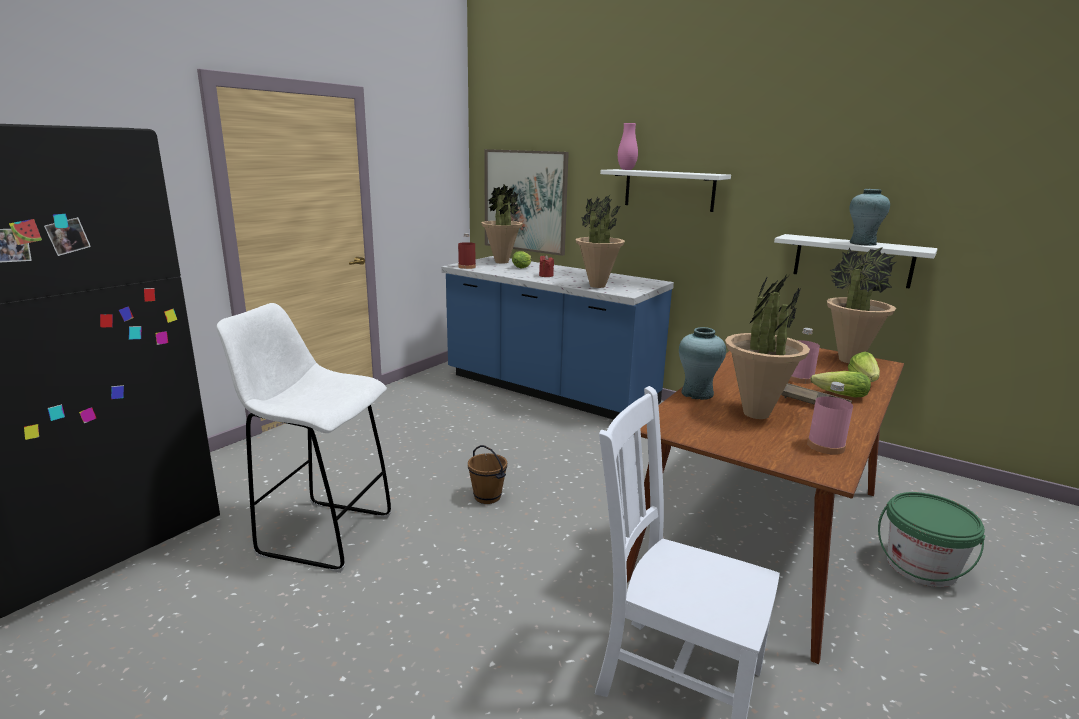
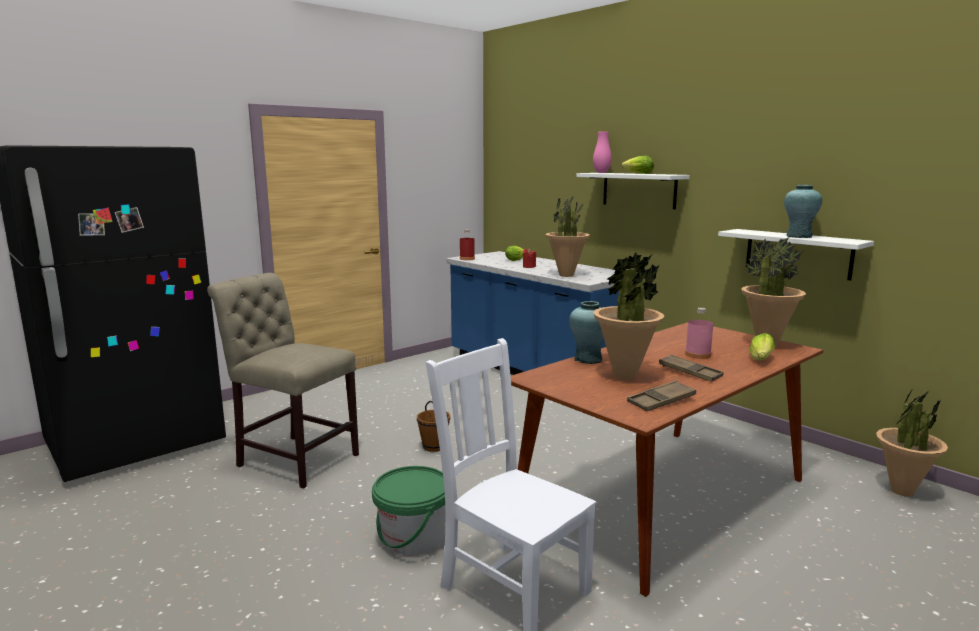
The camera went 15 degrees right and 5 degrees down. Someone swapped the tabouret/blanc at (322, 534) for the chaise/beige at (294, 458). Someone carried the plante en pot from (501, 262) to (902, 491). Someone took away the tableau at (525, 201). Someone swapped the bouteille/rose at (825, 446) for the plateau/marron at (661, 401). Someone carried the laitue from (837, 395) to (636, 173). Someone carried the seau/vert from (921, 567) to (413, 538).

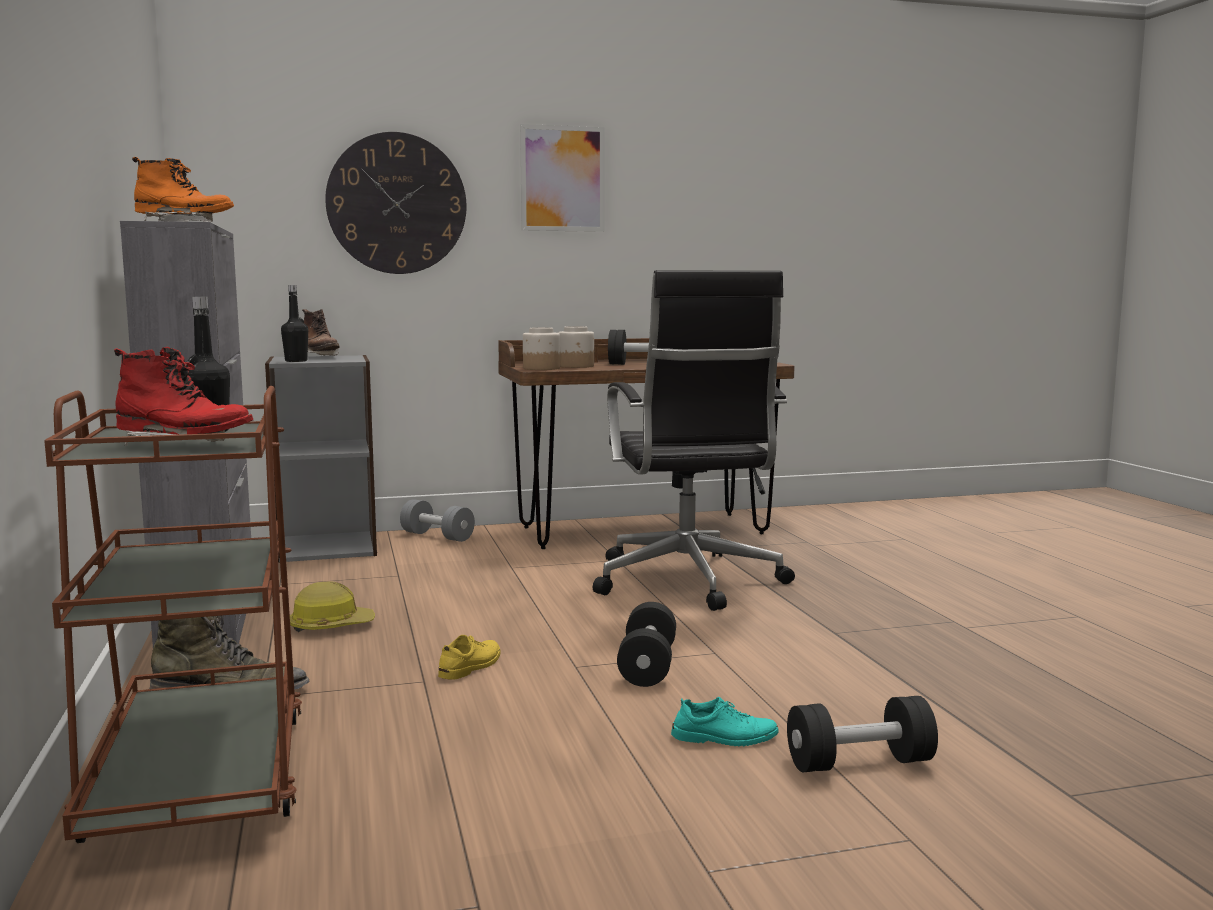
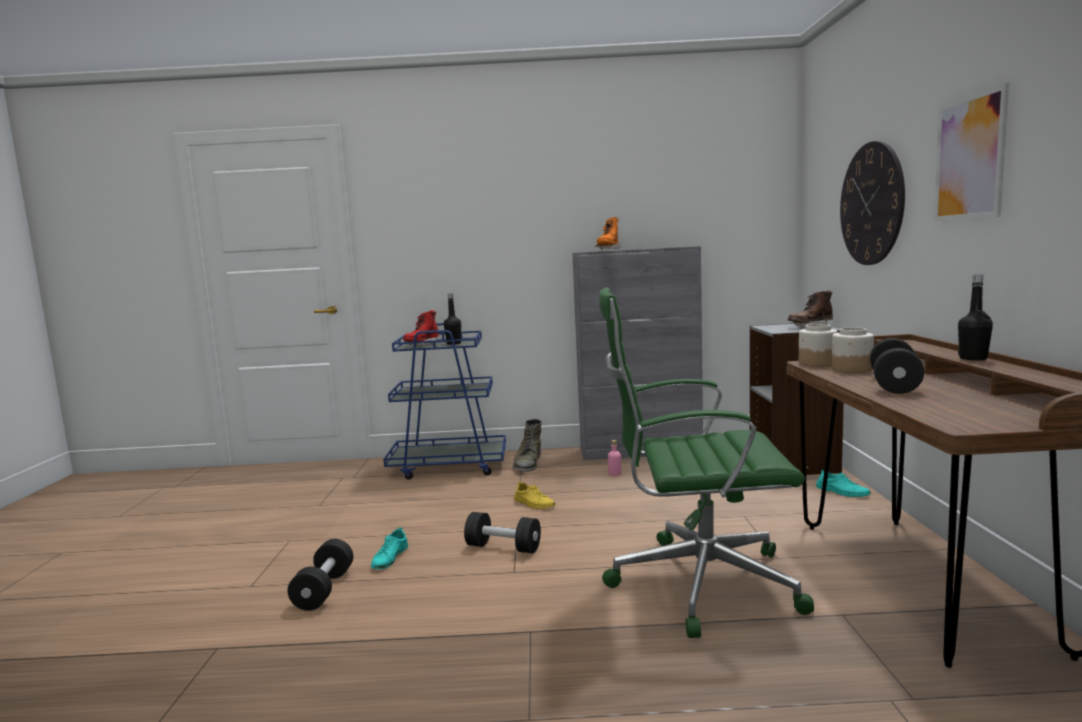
The camera went 105 degrees right and 0 degrees up. Someone repainted the chariot/marron at (199, 779), which became the chariot/bleu at (449, 466). Someone carried the bouteille/noir from (296, 361) to (973, 358). Someone swapped the casque de chantier at (330, 626) for the bouteille/rose at (614, 473). Someone swapped the haltère/gris at (437, 536) for the chaussure/turquoise at (842, 492). Someone repainted the chaise de bureau/noir at (688, 582), which became the chaise de bureau/vert at (697, 583).

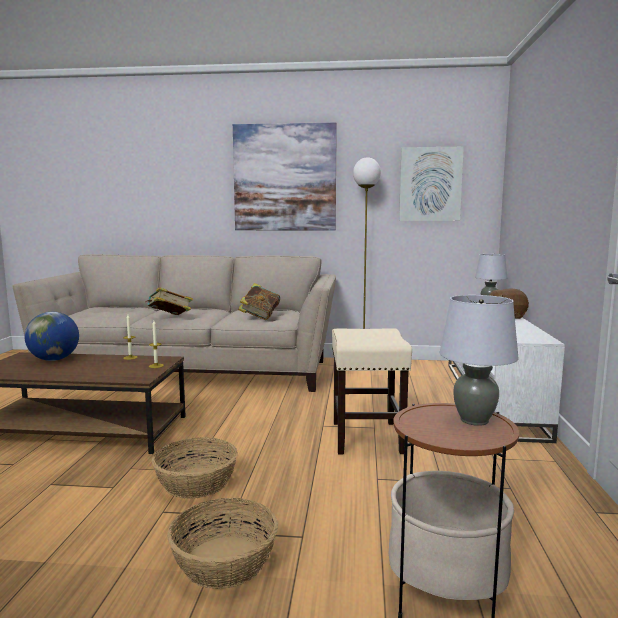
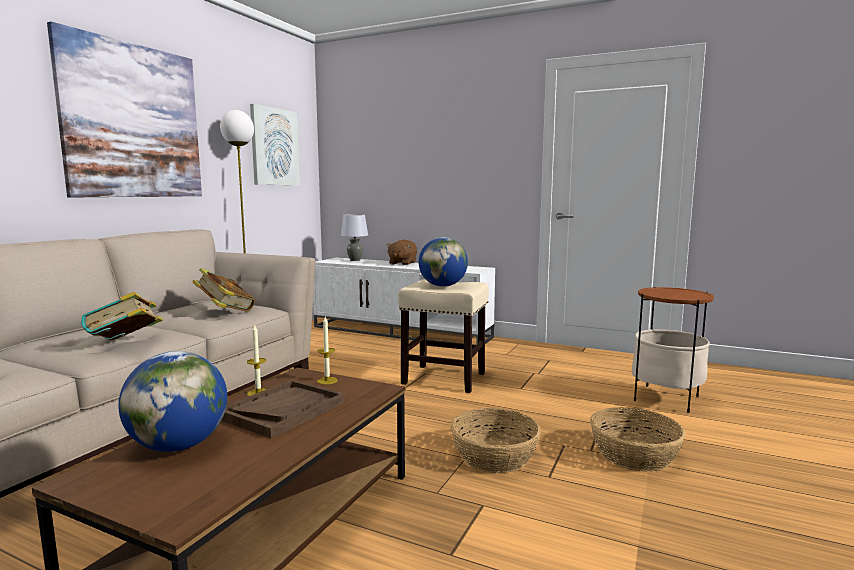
The camera went 70 degrees left and 0 degrees up. Someone took away the lampe de table/gris at (474, 420). Someone put down the plateau/marron at (283, 410). Someone put down the globe at (442, 286).

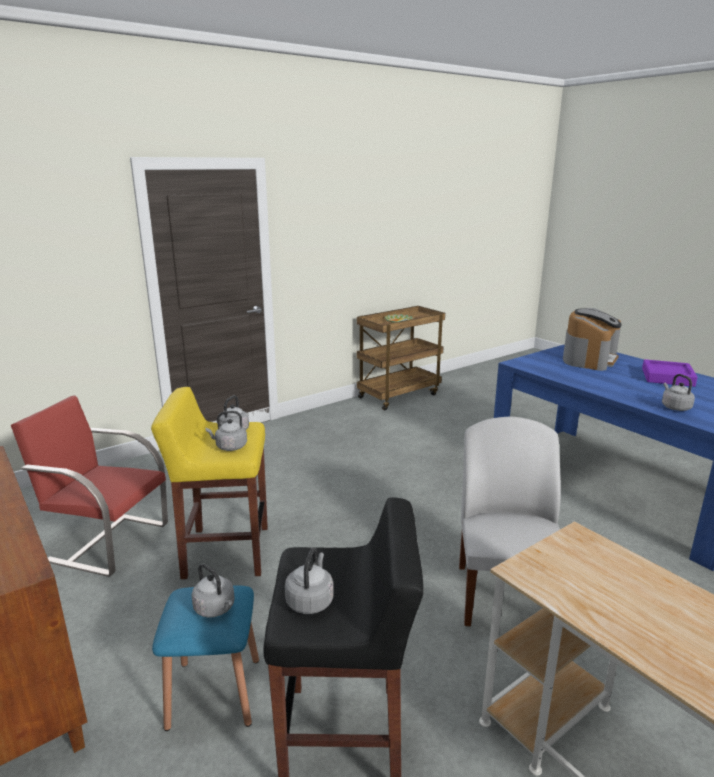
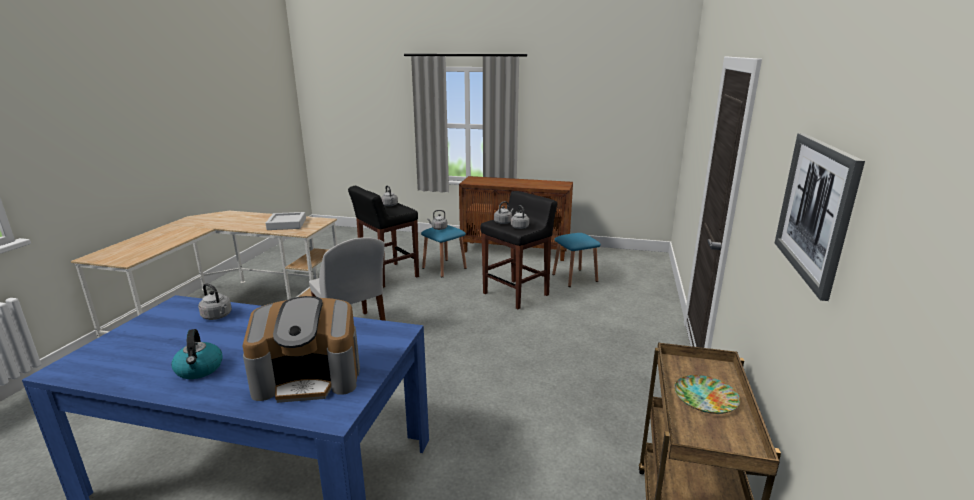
The camera went 140 degrees right and 0 degrees up. Someone swapped the chaise/rouge at (108, 541) for the tabouret/bleu at (574, 278). Someone repainted the tabouret/jaune at (225, 552), which became the tabouret/noir at (516, 294). Someone rotated the machine à café at (589, 359) by 90 degrees counterclockwise. Someone swapped the plateau/violet at (667, 377) for the bouilloire at (199, 369). Someone put down the plateau/gris at (286, 224). Someone put up the tableau at (815, 209).

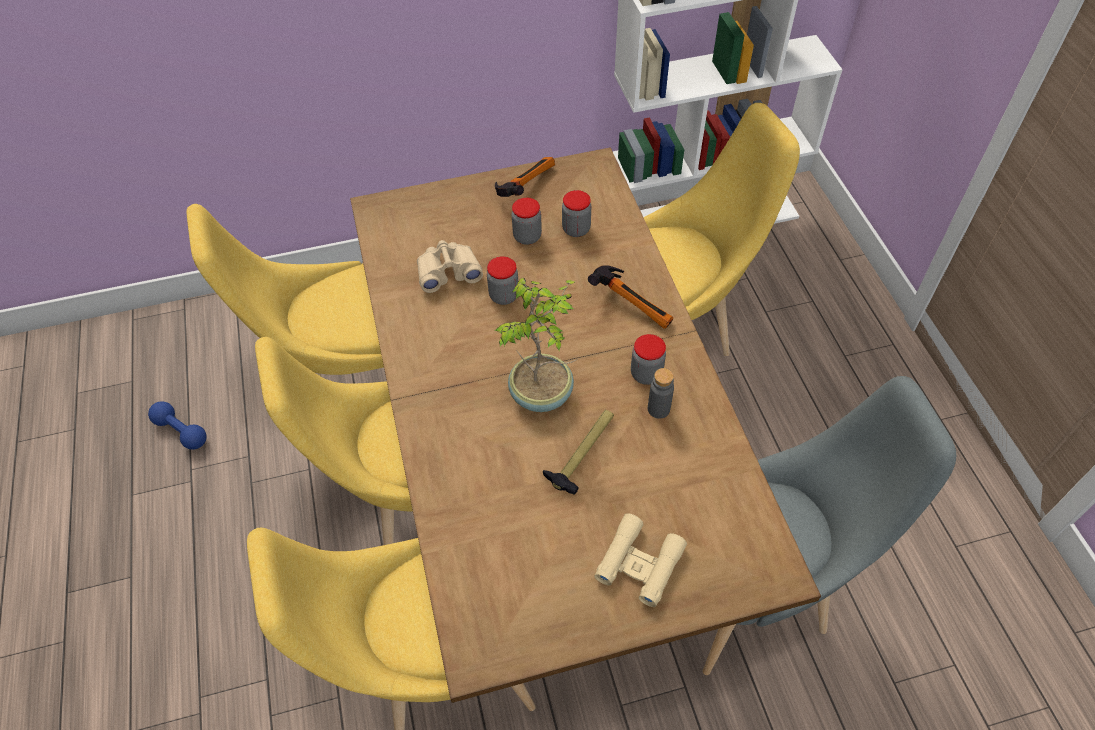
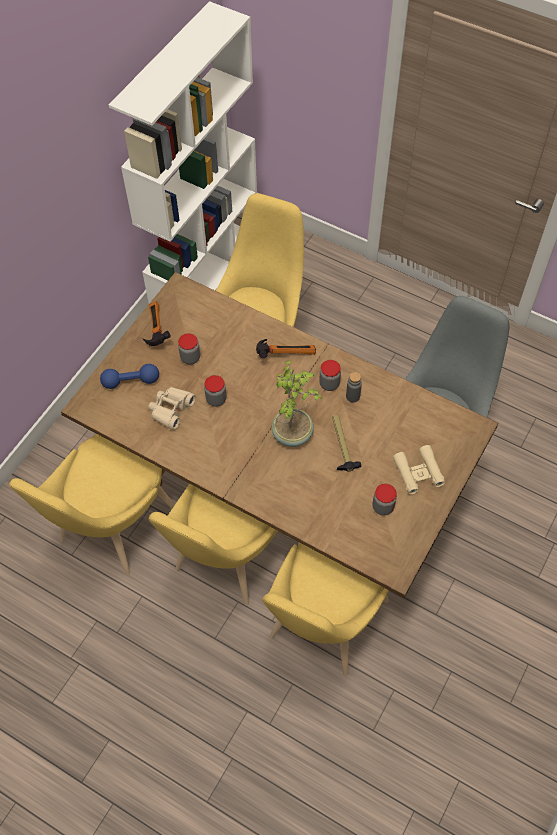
The camera went 45 degrees left and 5 degrees up. Someone carried the haltère/bleu from (181, 431) to (131, 381). Someone carried the bocal from (576, 229) to (383, 507).

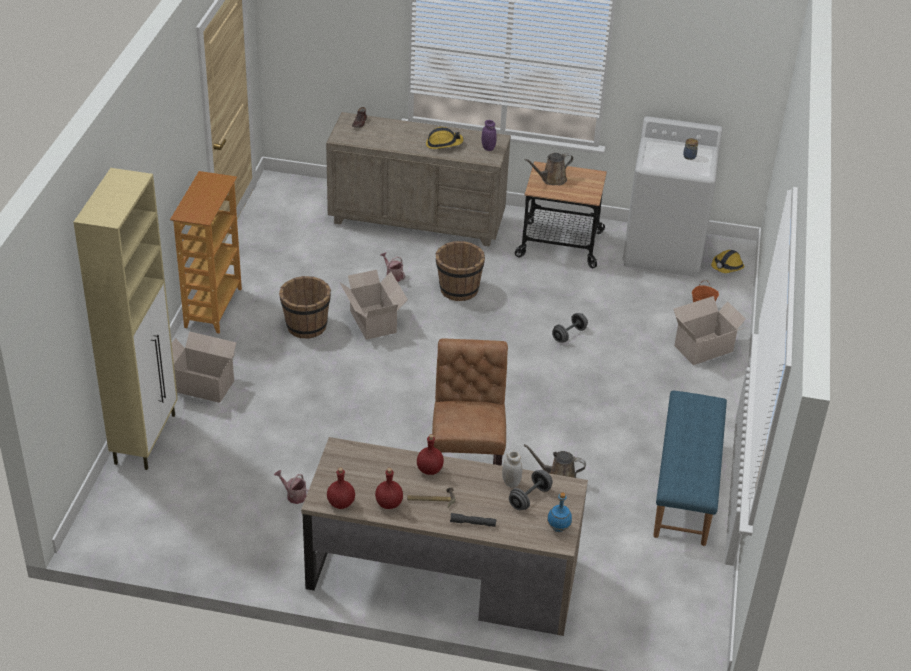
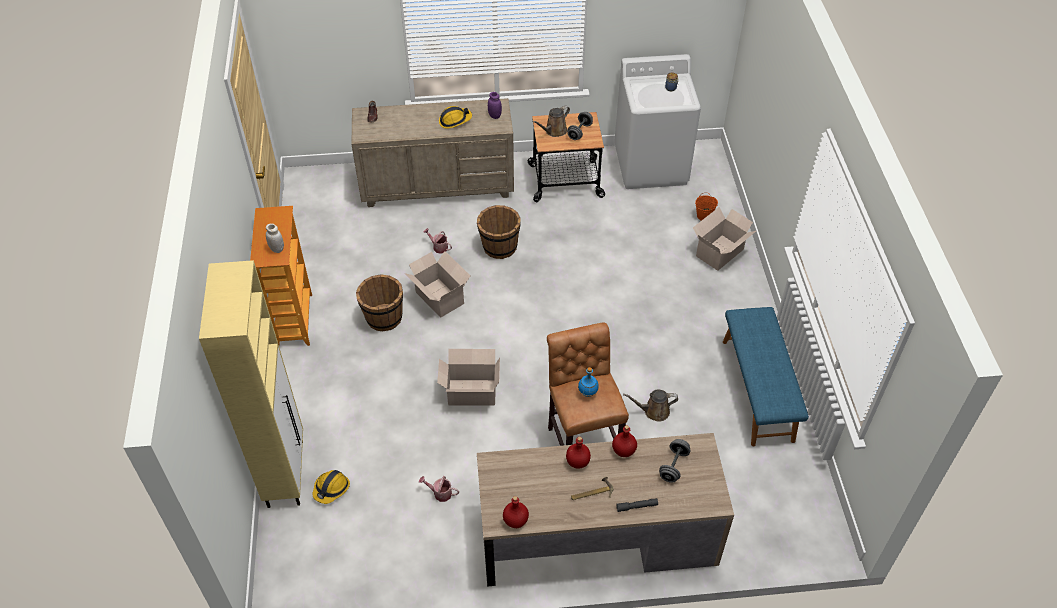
The camera went 15 degrees left and 10 degrees up. Someone carried the carton from (202, 385) to (470, 392). Someone carried the bouteille/rouge from (389, 503) to (623, 450). Someone carried the bocal/blanc from (511, 482) to (277, 249). Someone carried the bouteille/bleu from (558, 528) to (588, 393). Someone carried the haltère/gris from (569, 334) to (579, 132). Someone carried the casque de chantier from (727, 267) to (331, 489).

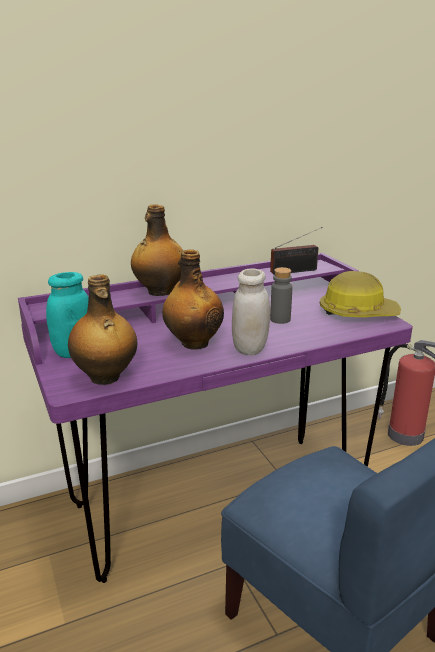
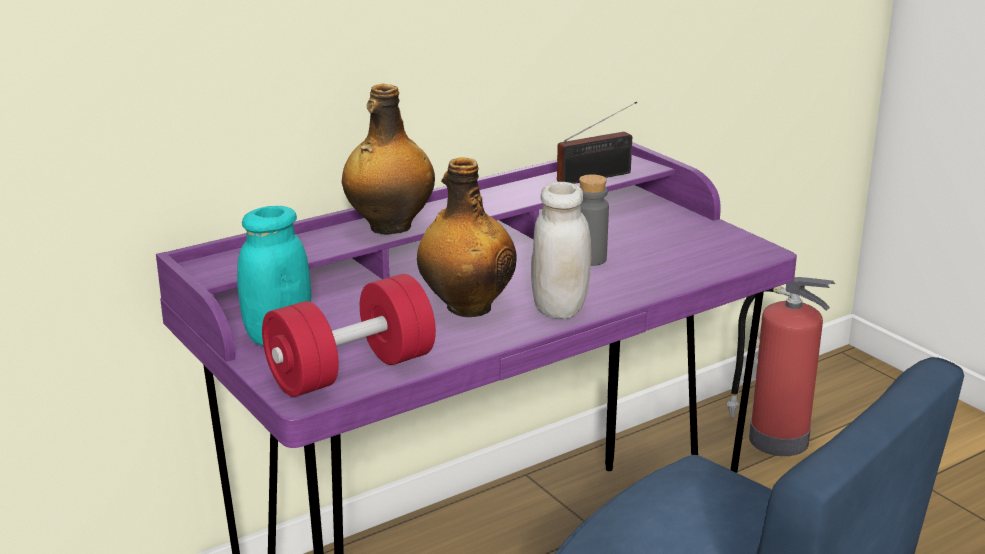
The camera went 10 degrees left and 0 degrees up. Someone swapped the bouteille at (105, 377) for the haltère/rouge at (351, 371). Someone took away the casque de chantier at (357, 313).

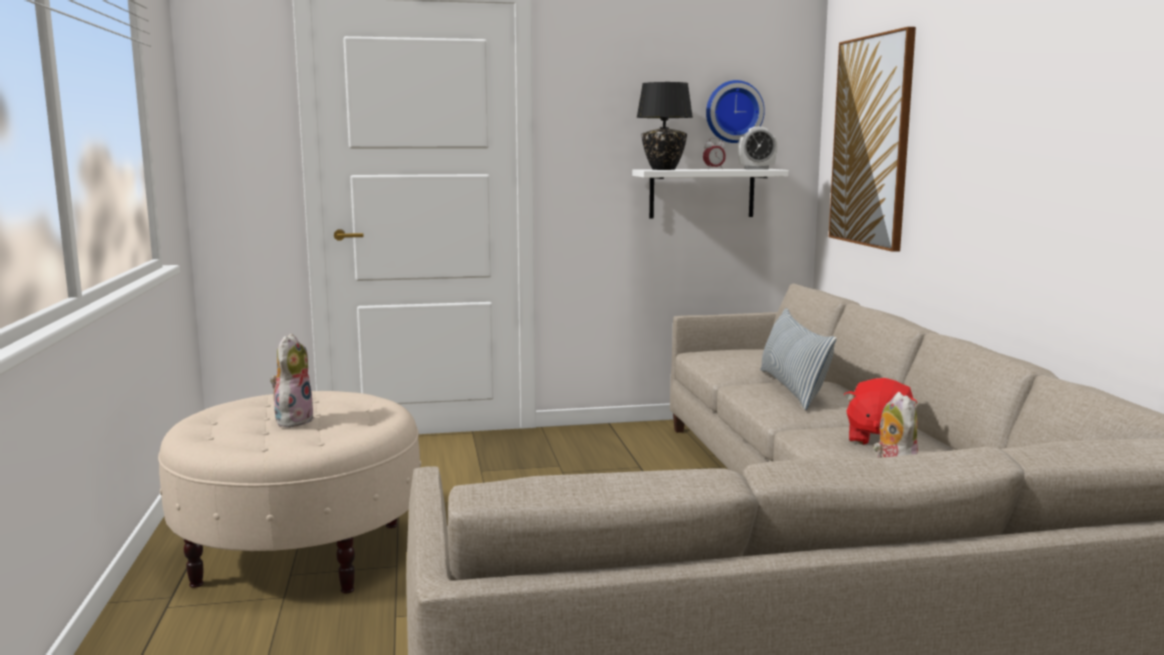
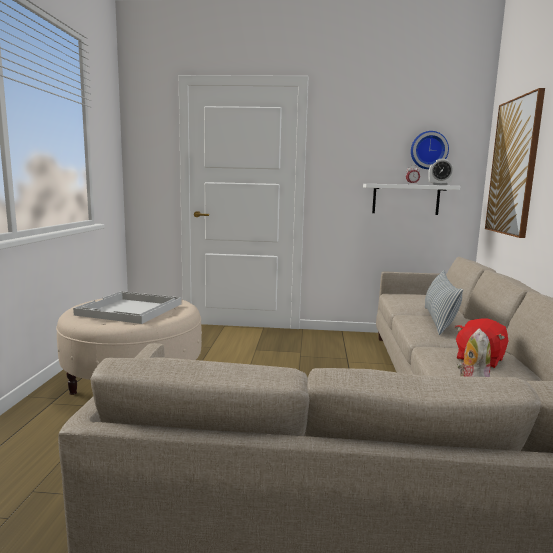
The camera went 15 degrees right and 0 degrees up. Someone swapped the peluche at (293, 420) for the plateau/blanc at (130, 309). Someone took away the lampe de table/noir at (663, 169).

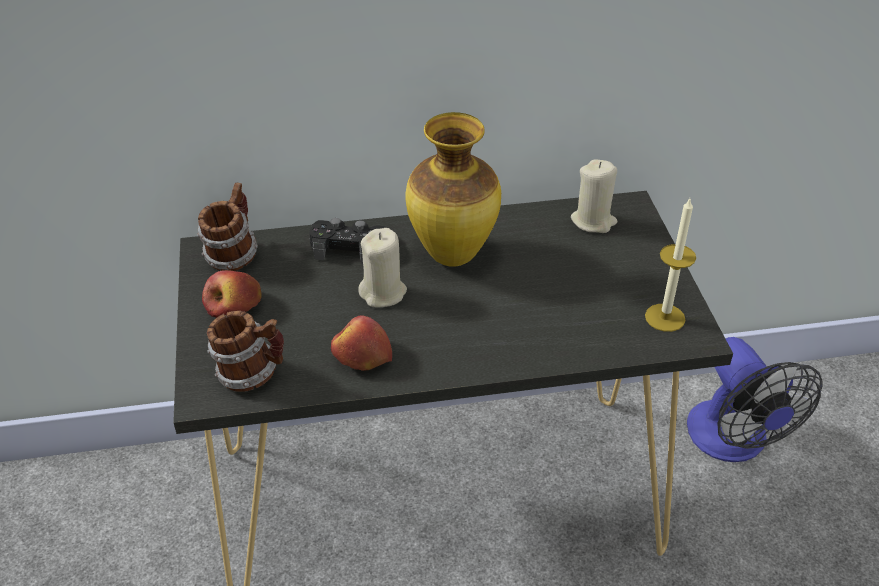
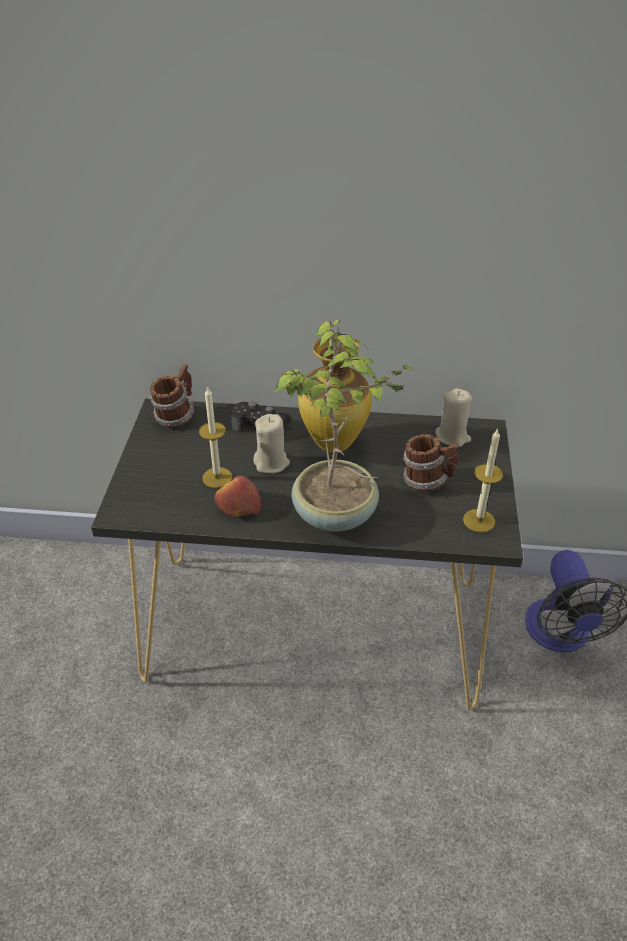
The camera went 15 degrees right and 0 degrees up. Someone took away the pomme at (234, 306). Someone carried the mug from (251, 374) to (427, 481). Someone put down the bougie at (217, 477). Someone put down the plante en pot at (336, 515).

